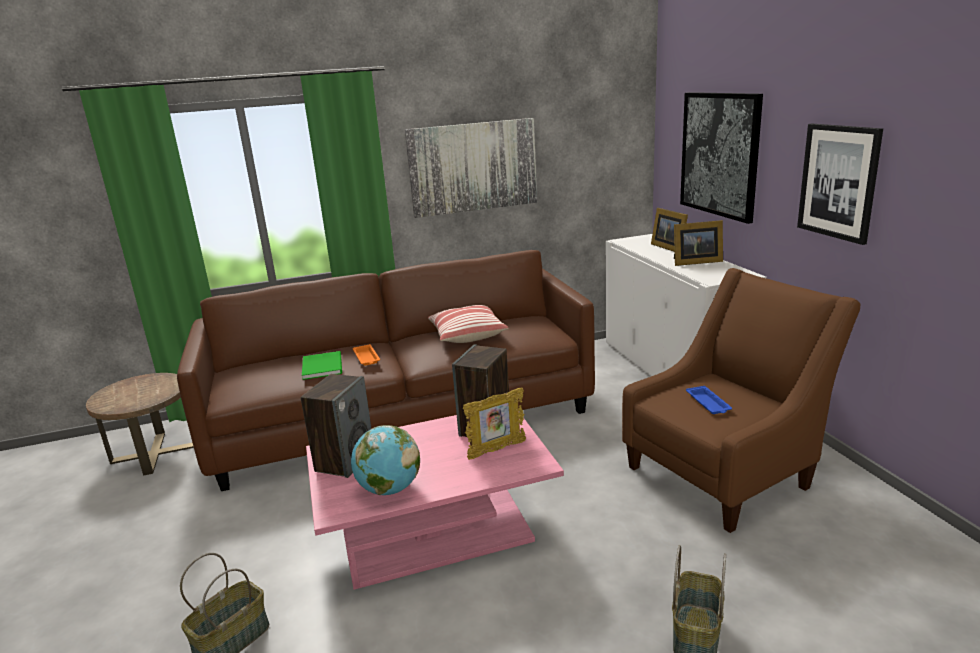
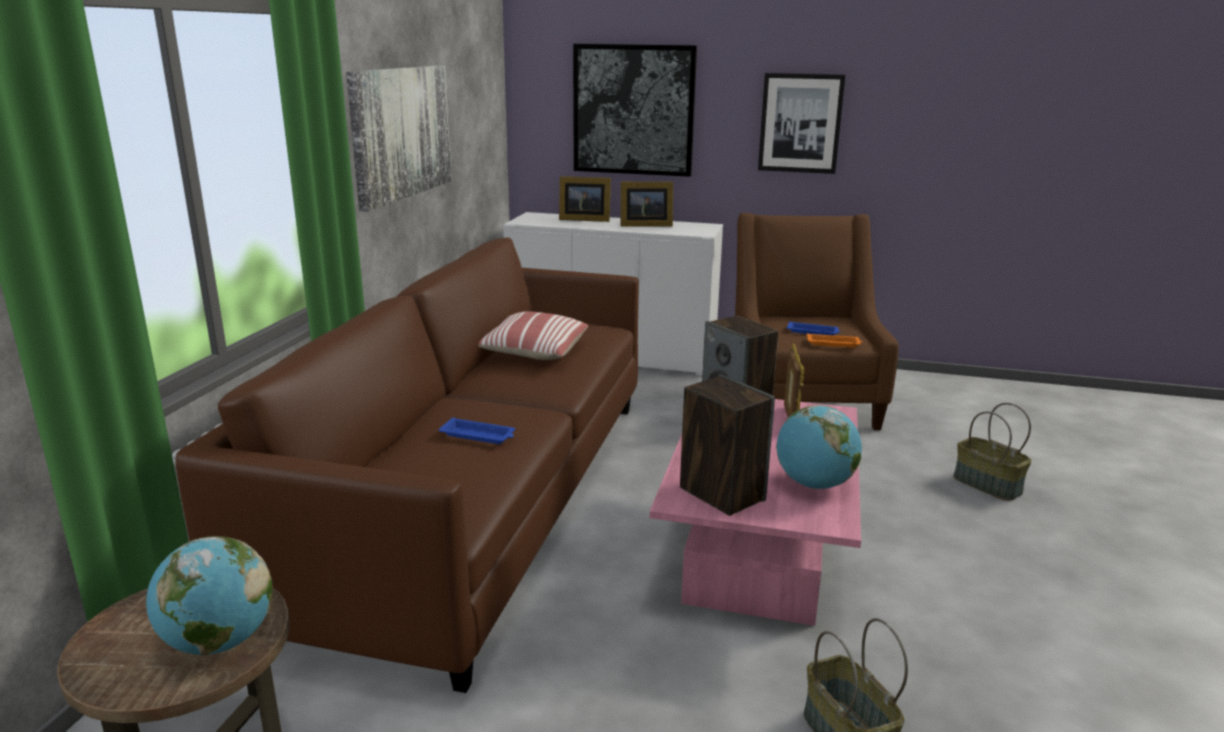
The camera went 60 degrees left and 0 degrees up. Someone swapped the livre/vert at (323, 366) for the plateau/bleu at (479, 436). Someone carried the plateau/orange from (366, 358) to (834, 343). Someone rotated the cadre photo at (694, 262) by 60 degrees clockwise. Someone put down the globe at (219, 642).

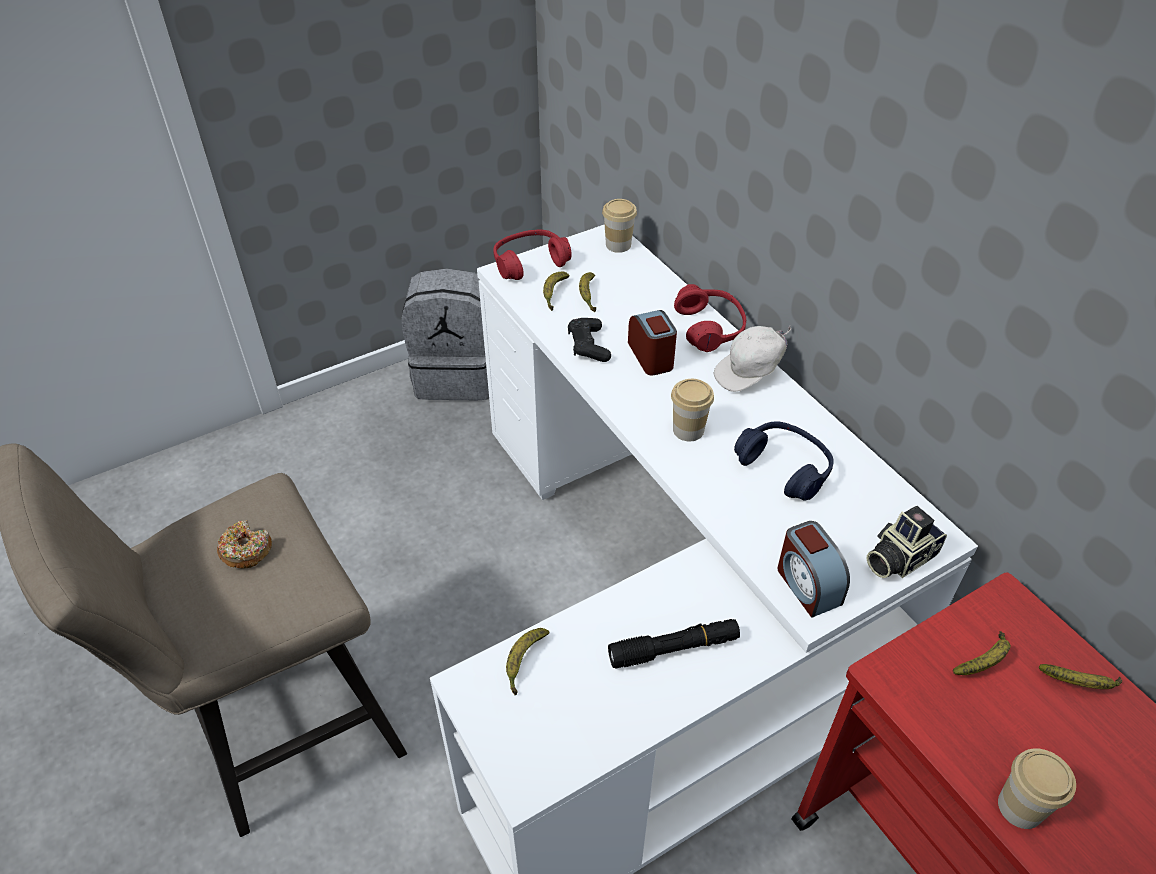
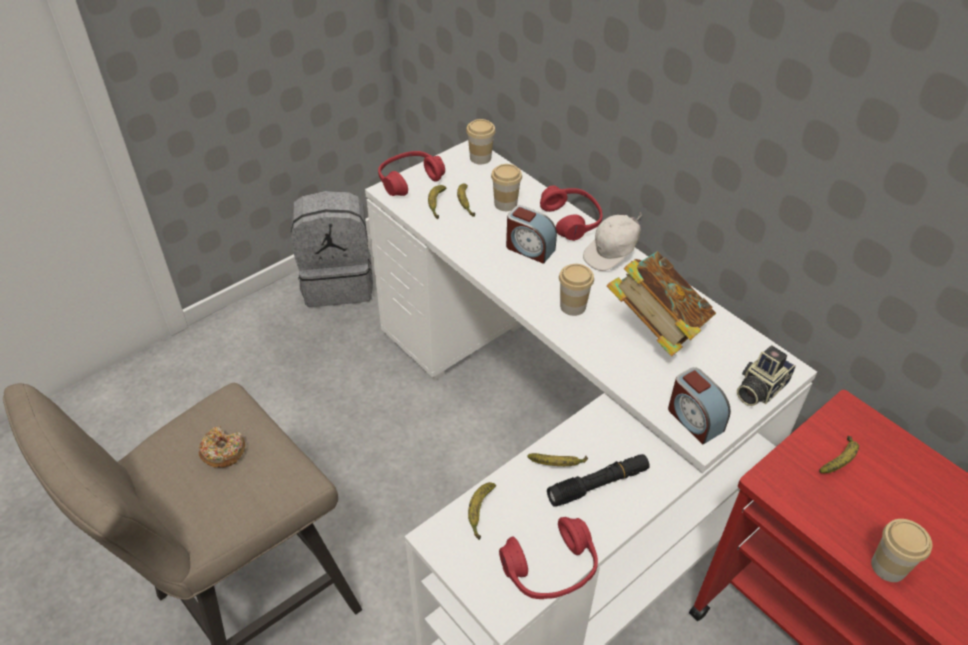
The camera went 10 degrees left and 0 degrees up. Someone took away the manette/noir at (588, 346). Someone rotated the réveil at (651, 356) by 150 degrees clockwise. Someone swapped the casque audio/bleu at (784, 468) for the livre at (656, 328). Someone carried the banane from (1079, 684) to (558, 465). Someone put down the tasse at (505, 204). Someone put down the casque audio/rouge at (550, 569).

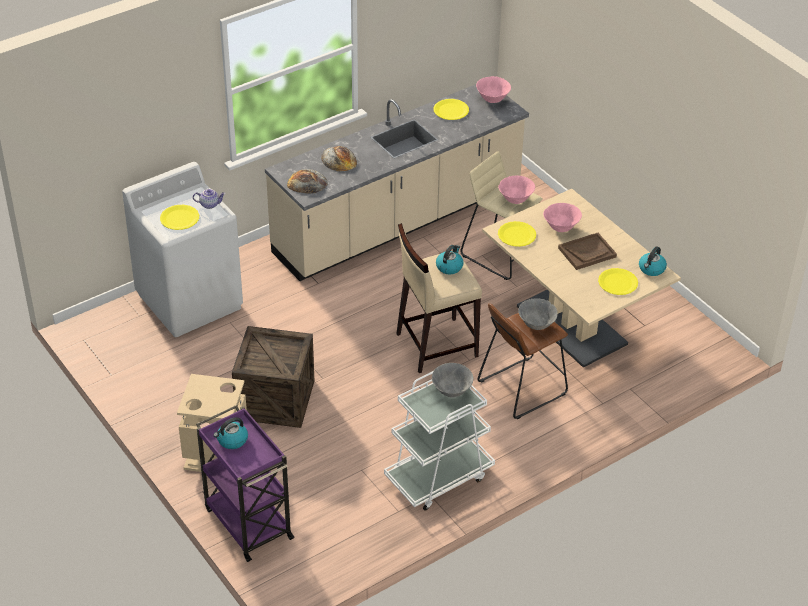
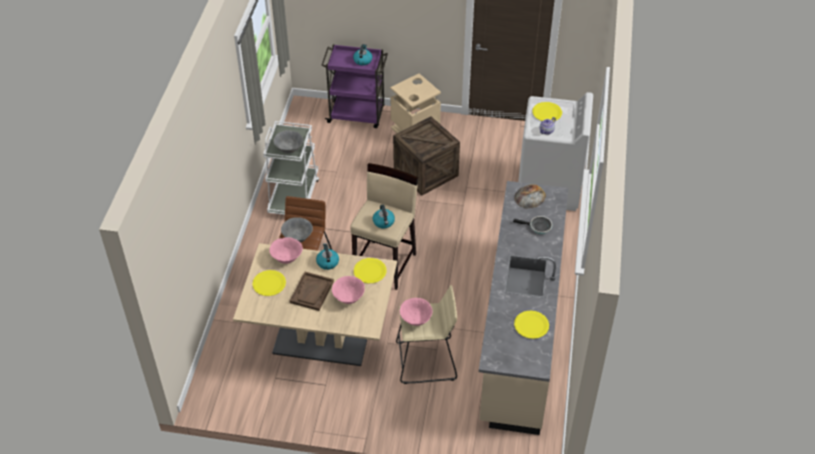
The camera went 135 degrees right and 5 degrees up. Someone swapped the pain at (339, 159) for the poêle at (538, 227). Someone carried the bol/rose from (492, 100) to (286, 259). Someone carried the bouilloire from (651, 269) to (327, 262).

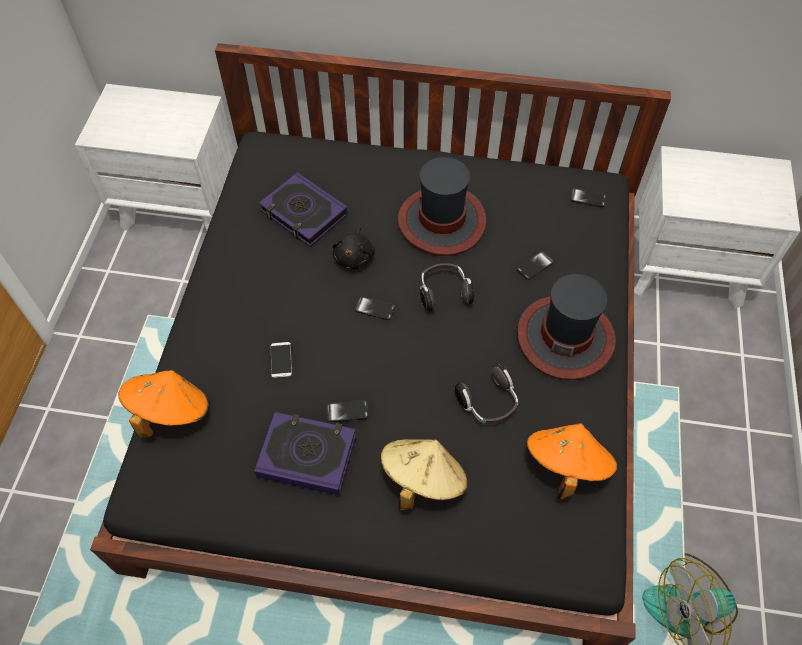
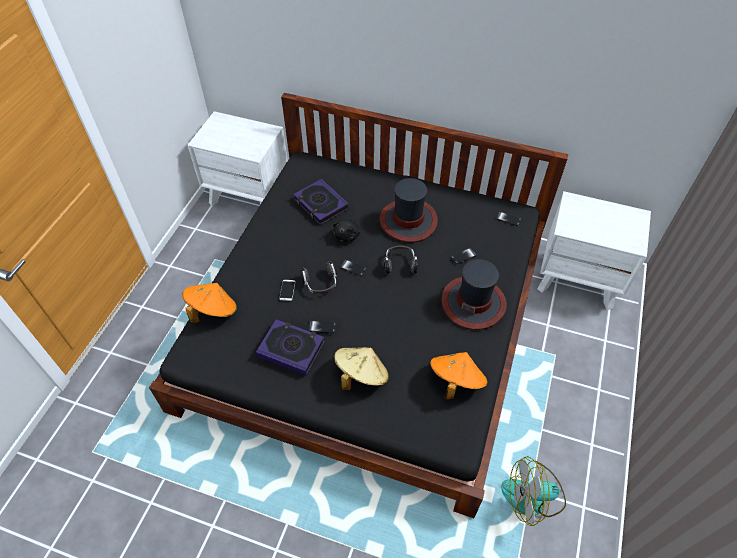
The camera went 10 degrees right and 5 degrees down. Someone carried the casque audio from (488, 403) to (320, 284).

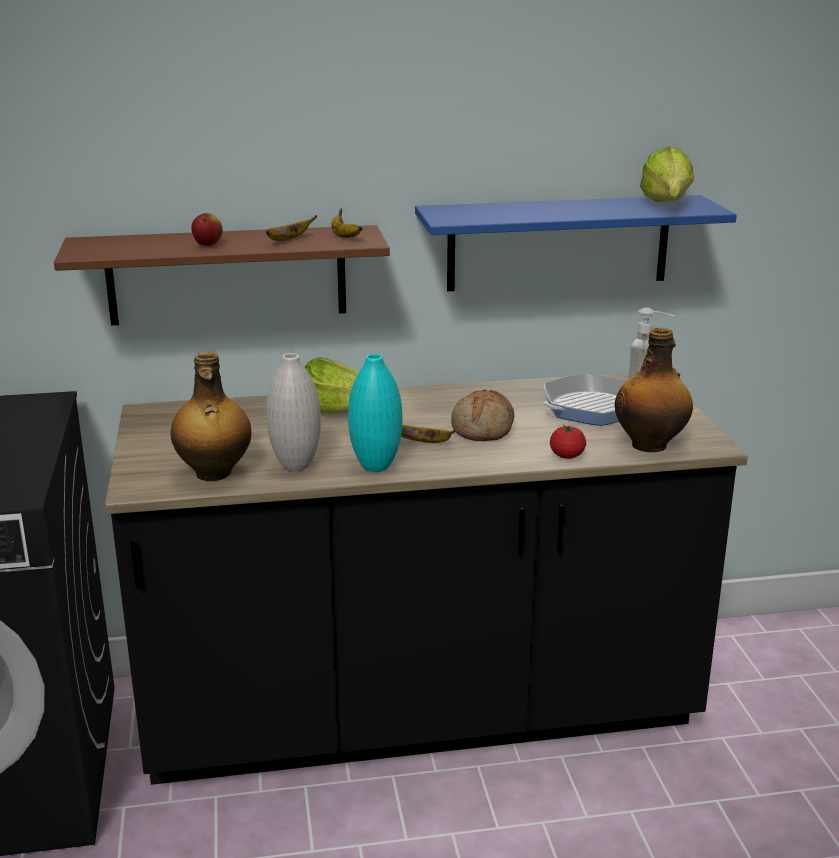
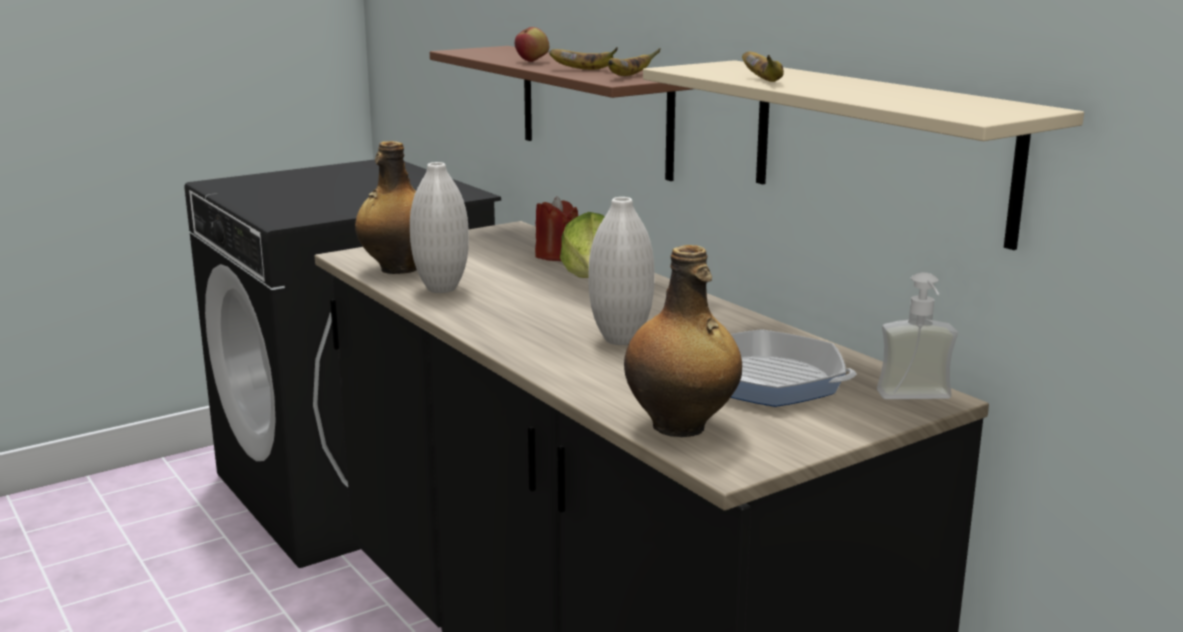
The camera went 65 degrees right and 5 degrees down. Someone took away the vase/turquoise at (376, 466). Someone carried the banane from (425, 443) to (764, 80). Someone repainted the étagère/bleu at (558, 243), which became the étagère/beige at (878, 148). Someone swapped the pain at (484, 429) for the vase/blanc at (620, 340). Someone took away the tomate at (567, 455). Someone took away the laitue at (665, 206). Someone put down the bougie/rouge at (556, 256).

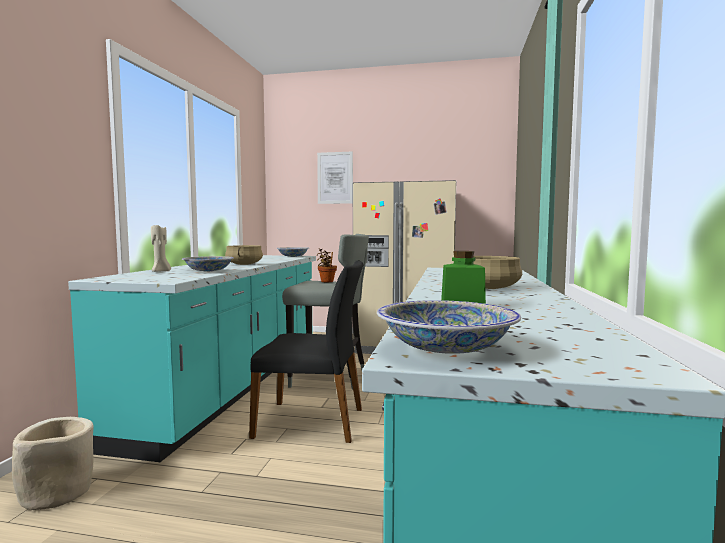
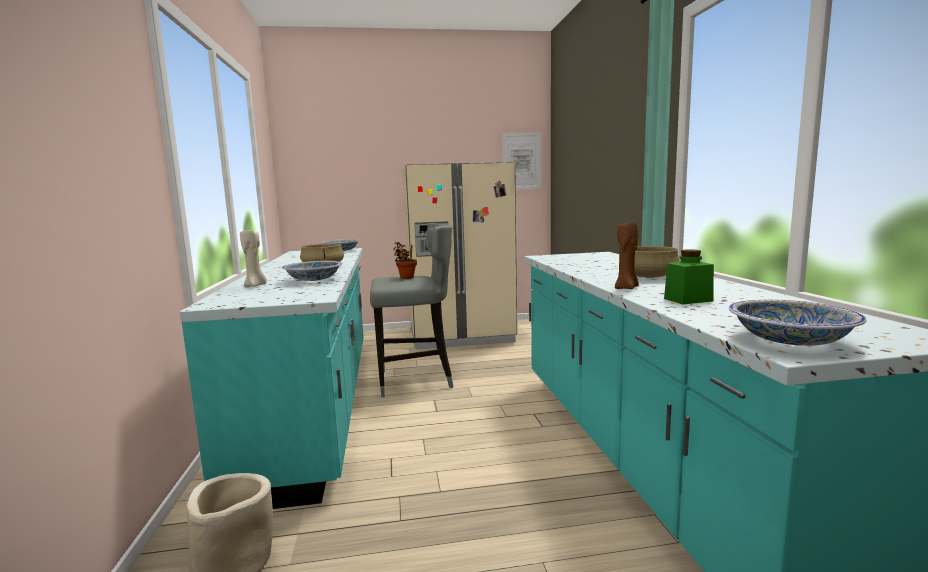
The camera went 20 degrees left and 5 degrees up. Someone took away the chaise/noir at (312, 422). Someone carried the tableau from (335, 178) to (521, 161). Someone put down the bougie/marron at (626, 288).

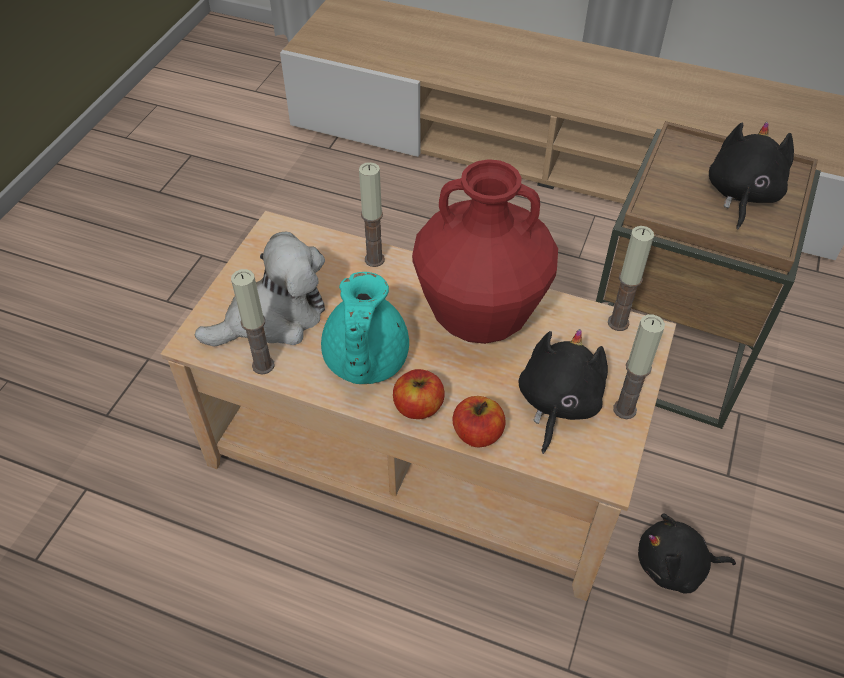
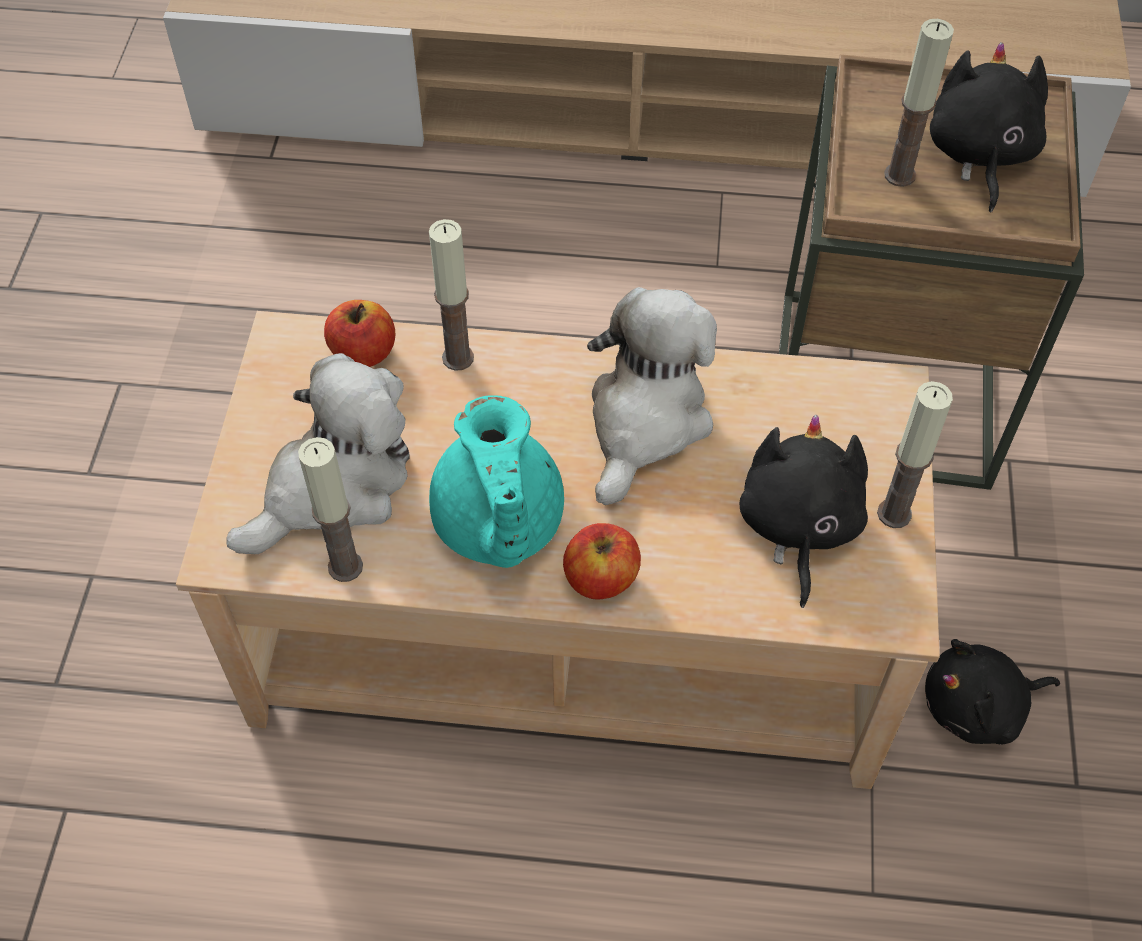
The camera went 15 degrees left and 5 degrees up. Someone swapped the vase/rouge at (478, 319) for the peluche at (645, 420). Someone carried the pomme from (477, 434) to (363, 353). Someone carried the bougie from (618, 322) to (899, 175).

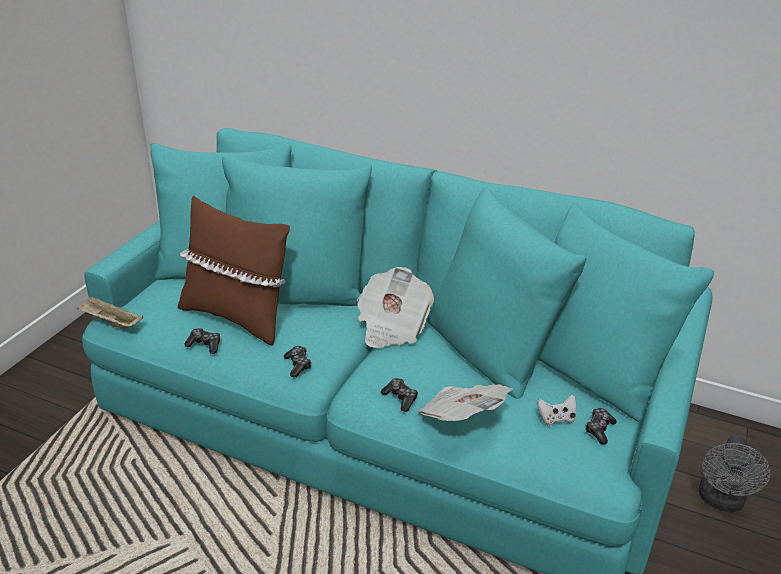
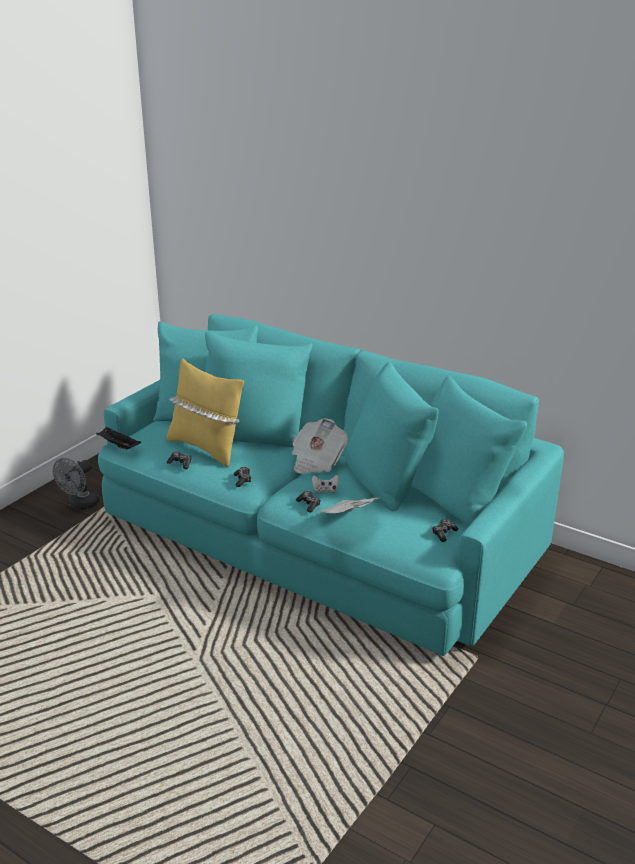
The camera went 10 degrees right and 5 degrees down. Someone repainted the plateau/beige at (110, 322), which became the plateau/noir at (118, 445). Someone repainted the coussin/marron at (236, 317), which became the coussin/jaune at (206, 448). Someone carried the manette/blanc from (556, 419) to (325, 490). Someone carried the ventilateur/gris from (721, 501) to (80, 505).

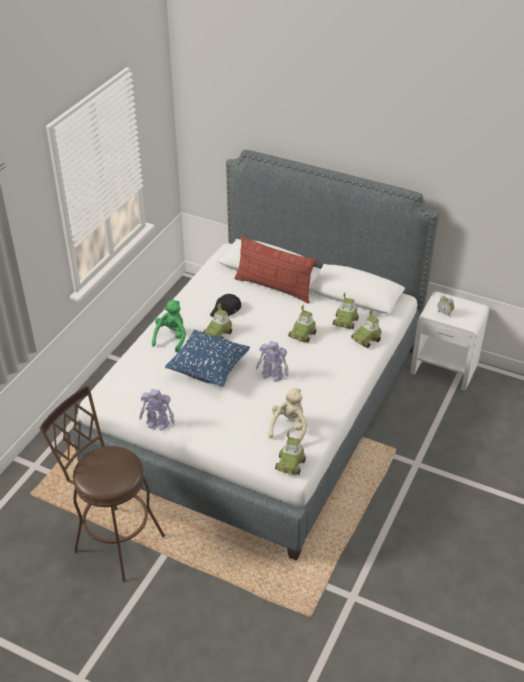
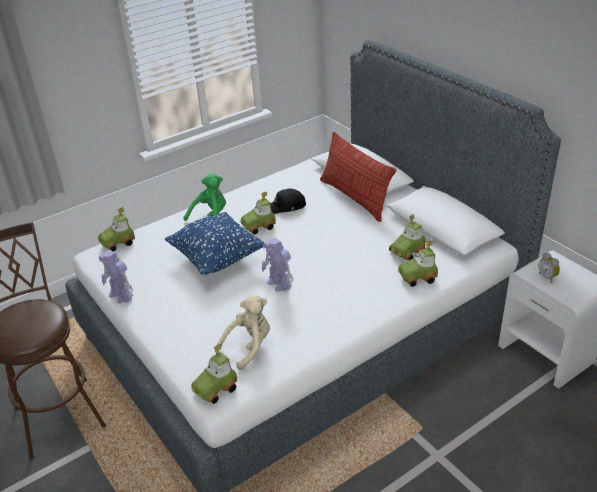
The camera went 30 degrees right and 5 degrees down. Someone carried the petite voiture from (302, 335) to (118, 243).

